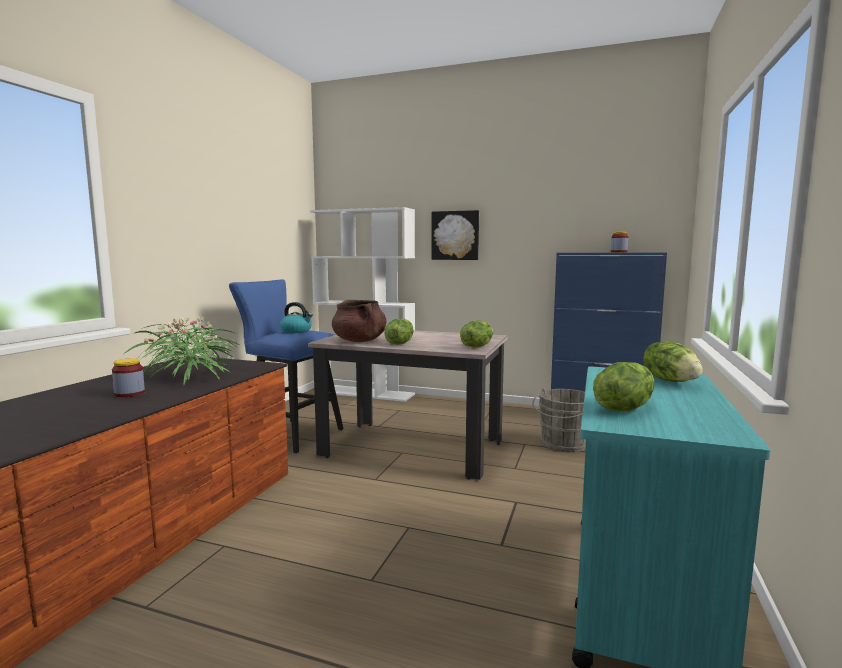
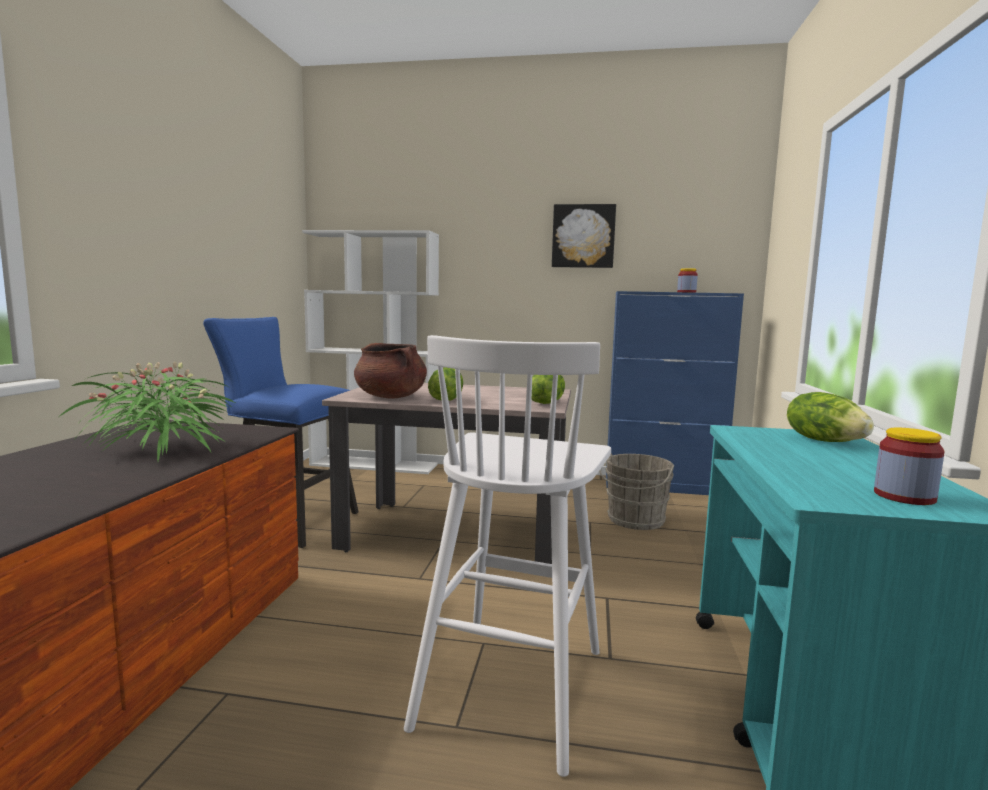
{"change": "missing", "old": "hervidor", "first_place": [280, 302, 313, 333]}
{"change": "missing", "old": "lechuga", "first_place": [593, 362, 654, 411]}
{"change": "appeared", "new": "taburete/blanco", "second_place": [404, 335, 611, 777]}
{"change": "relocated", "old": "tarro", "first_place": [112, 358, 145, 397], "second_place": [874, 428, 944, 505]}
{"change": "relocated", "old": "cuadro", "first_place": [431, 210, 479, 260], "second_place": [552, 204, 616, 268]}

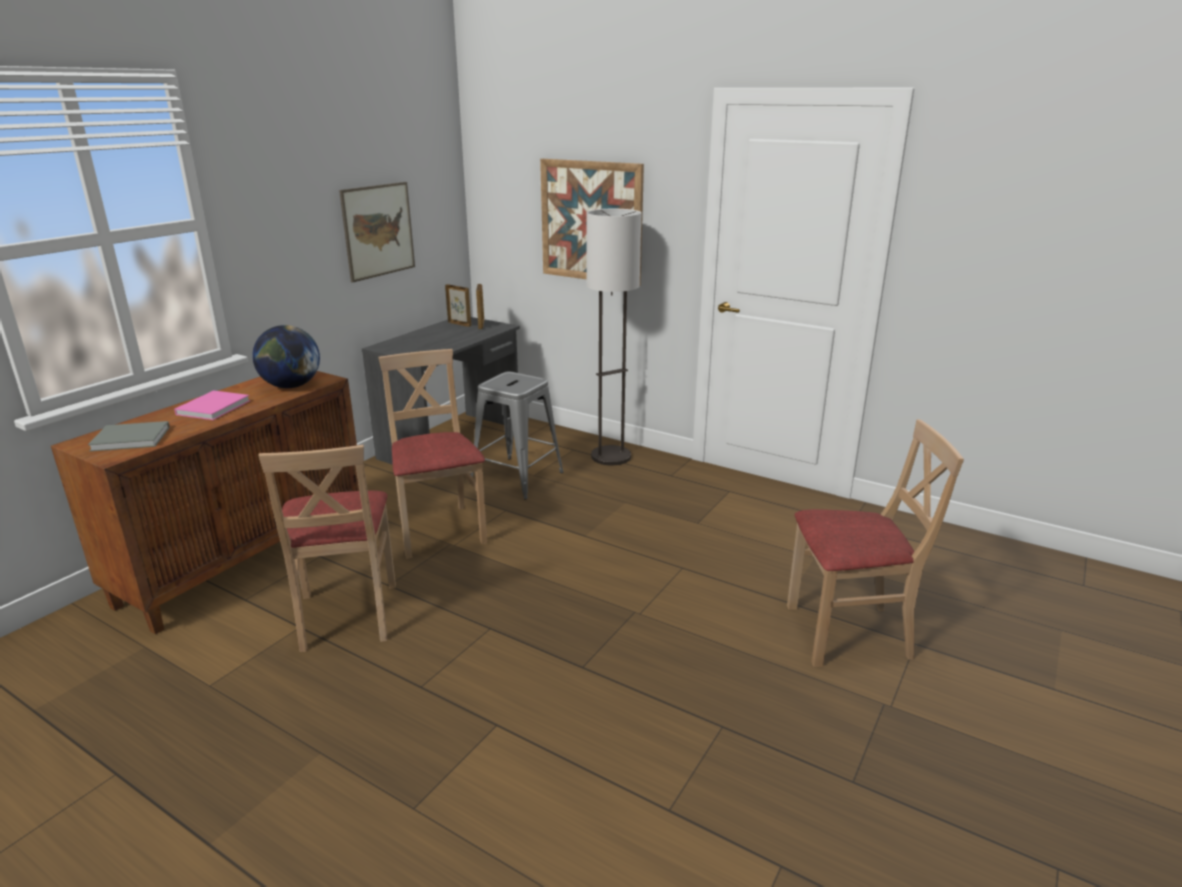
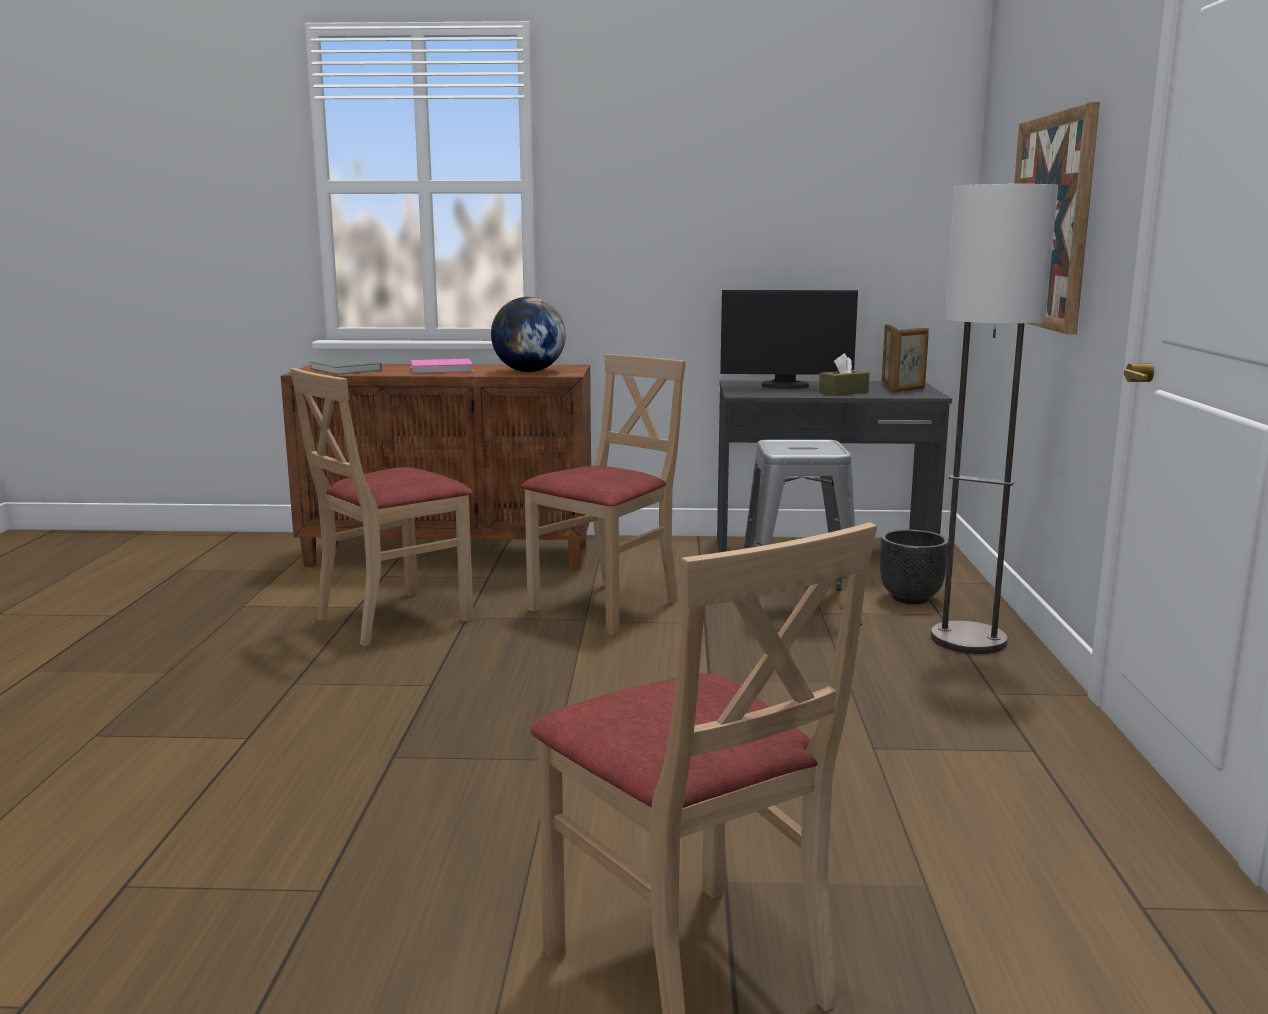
{"change": "missing", "old": "cuadro", "first_place": [339, 182, 415, 283]}
{"change": "appeared", "new": "monitor", "second_place": [720, 290, 858, 389]}
{"change": "appeared", "new": "caja de pañuelos/marrón", "second_place": [819, 353, 869, 396]}
{"change": "appeared", "new": "maceta/negro", "second_place": [880, 529, 948, 604]}

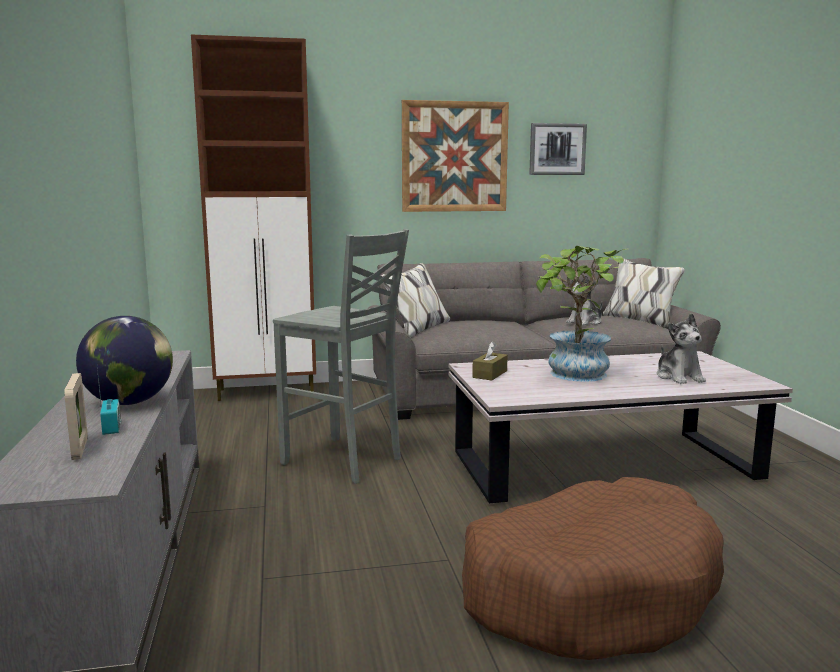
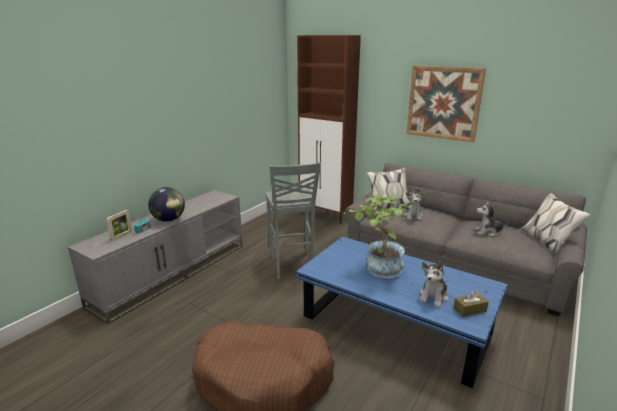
{"change": "missing", "old": "cuadro", "first_place": [529, 123, 587, 175]}
{"change": "appeared", "new": "peluche", "second_place": [403, 188, 423, 220]}
{"change": "relocated", "old": "caja de pañuelos/marrón", "first_place": [472, 341, 508, 380], "second_place": [453, 290, 489, 317]}
{"change": "colour", "old": "mesa de centro/blanco", "new": "mesa de centro/azul", "first_place": [448, 351, 793, 503], "second_place": [296, 237, 508, 389]}

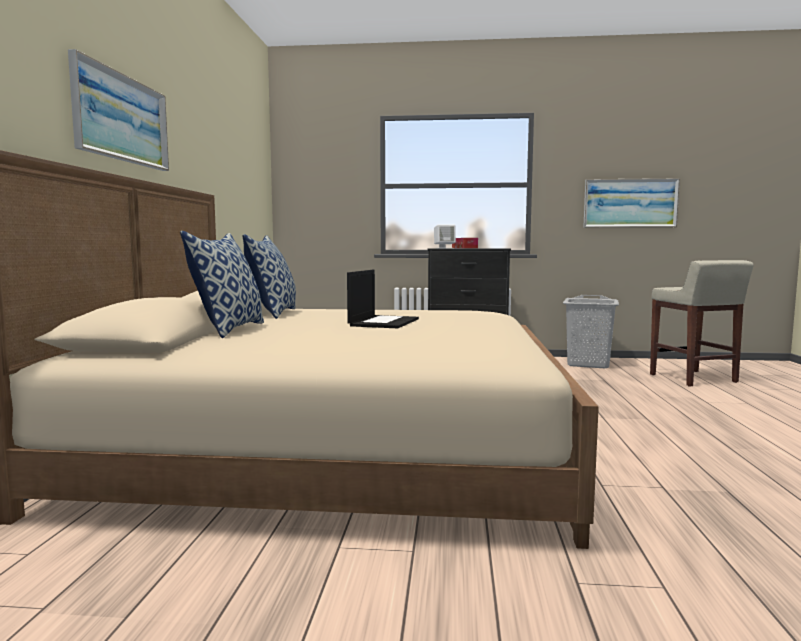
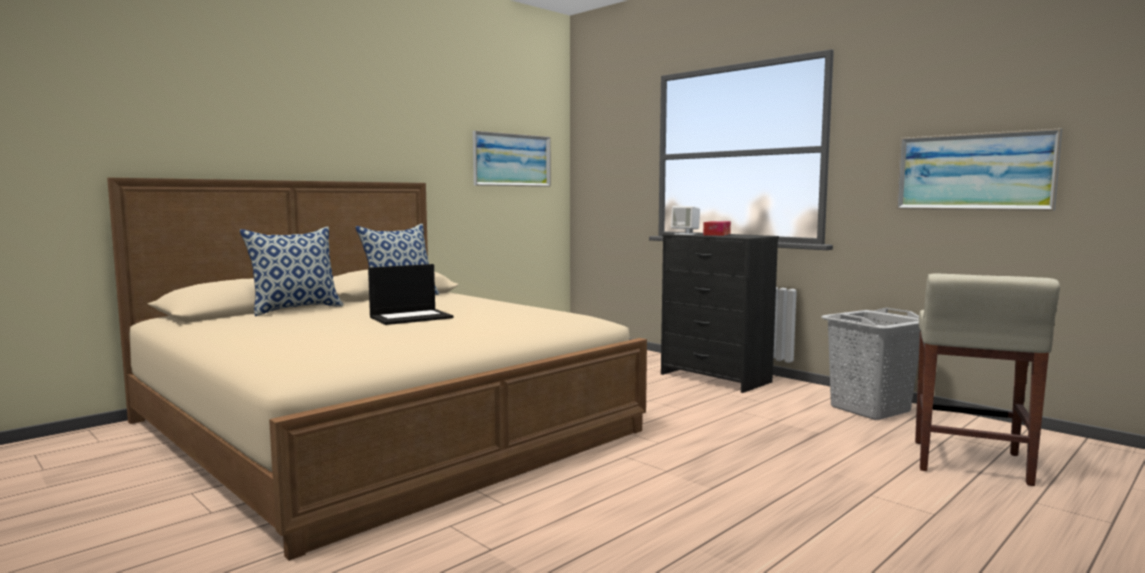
{"change": "relocated", "old": "cuadro", "first_place": [68, 49, 169, 171], "second_place": [473, 131, 551, 187]}

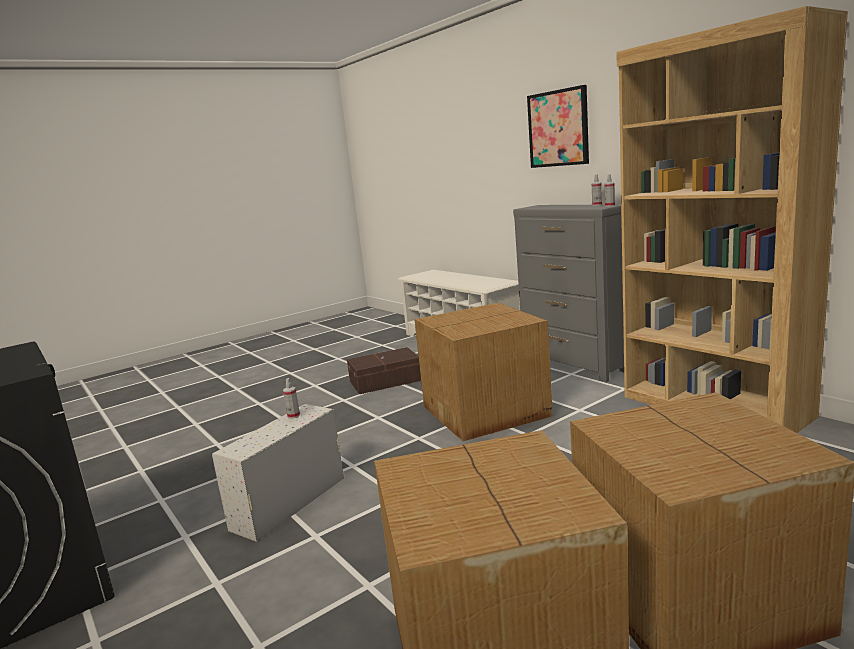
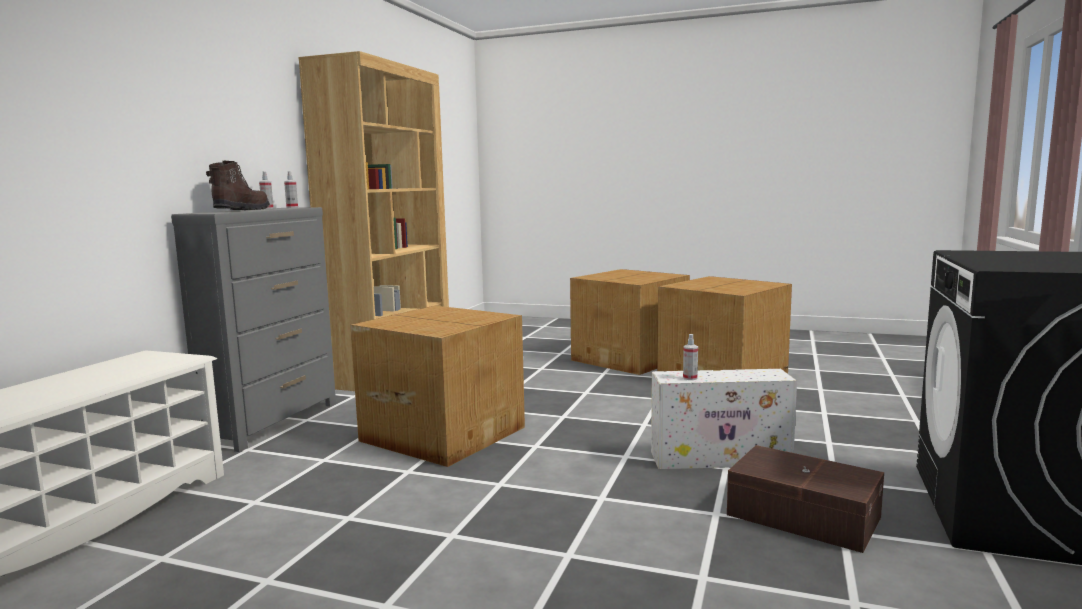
{"change": "missing", "old": "cuadro", "first_place": [527, 85, 589, 168]}
{"change": "appeared", "new": "bota/marrón", "second_place": [206, 160, 270, 210]}
{"change": "relocated", "old": "caja de almacenaje/marrón", "first_place": [347, 347, 421, 394], "second_place": [727, 445, 884, 553]}

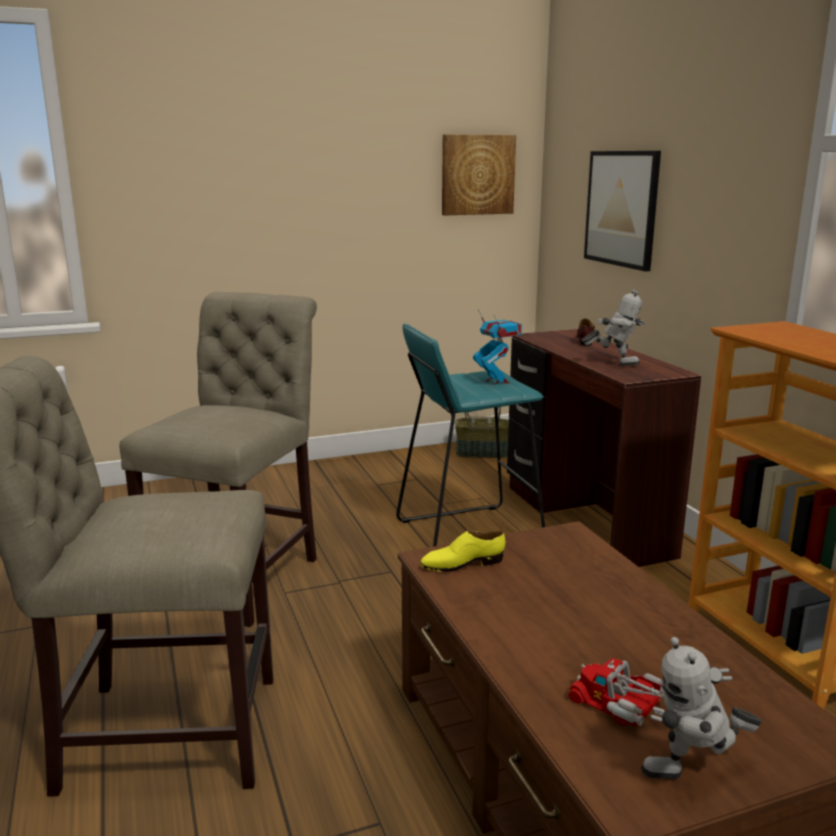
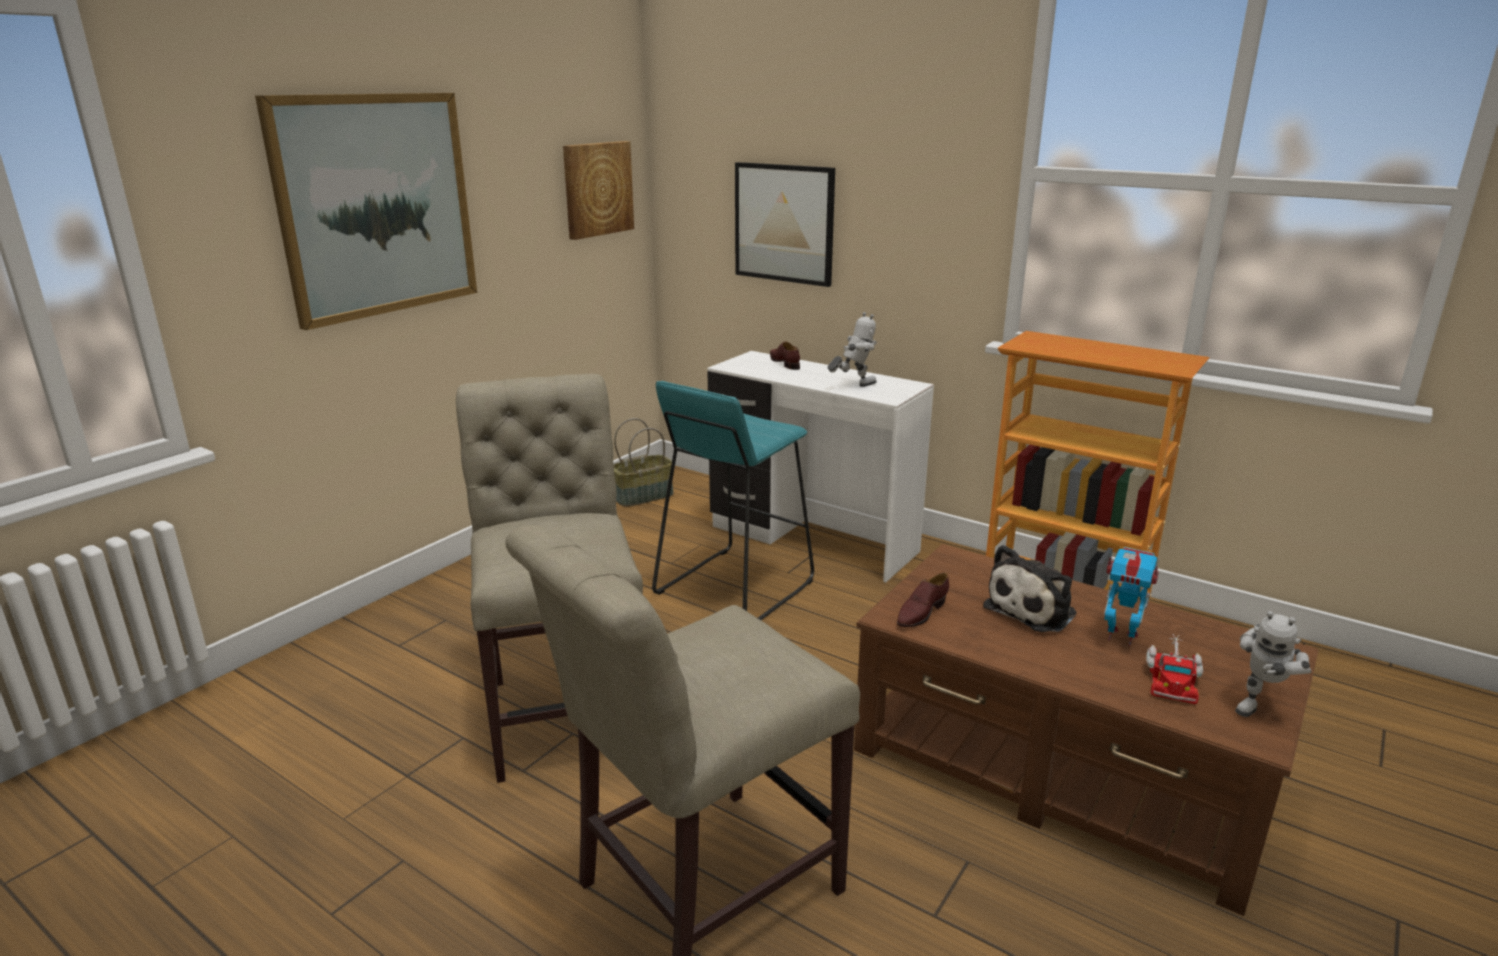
{"change": "appeared", "new": "cuadro", "second_place": [255, 93, 477, 330]}
{"change": "appeared", "new": "peluche", "second_place": [983, 545, 1076, 632]}
{"change": "relocated", "old": "robot de juguete", "first_place": [473, 309, 522, 385], "second_place": [1104, 547, 1159, 646]}
{"change": "colour", "old": "zapato/amarillo", "new": "zapato/marrón", "first_place": [420, 531, 505, 572], "second_place": [897, 572, 949, 627]}
{"change": "colour", "old": "escritorio/marrón", "new": "escritorio/blanco", "first_place": [507, 329, 701, 567], "second_place": [707, 351, 934, 583]}
{"change": "spun", "old": "camión de juguete", "first_place": [568, 658, 667, 726], "second_place": [1146, 634, 1203, 704], "degrees": -75}

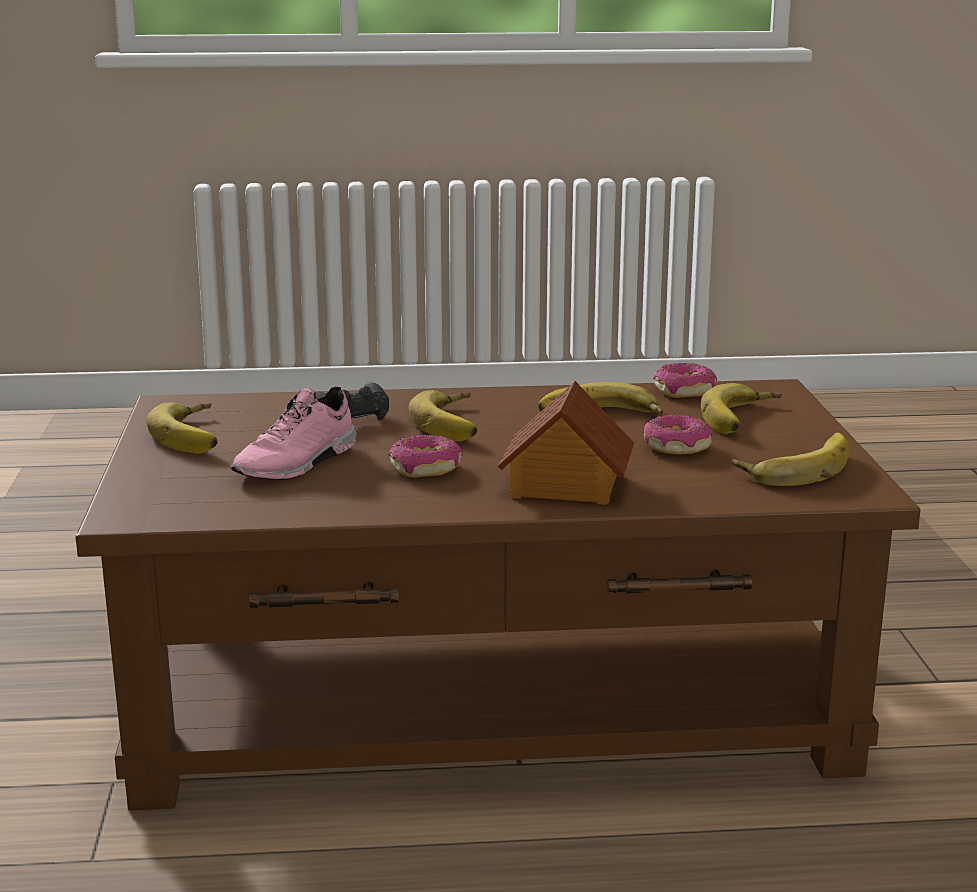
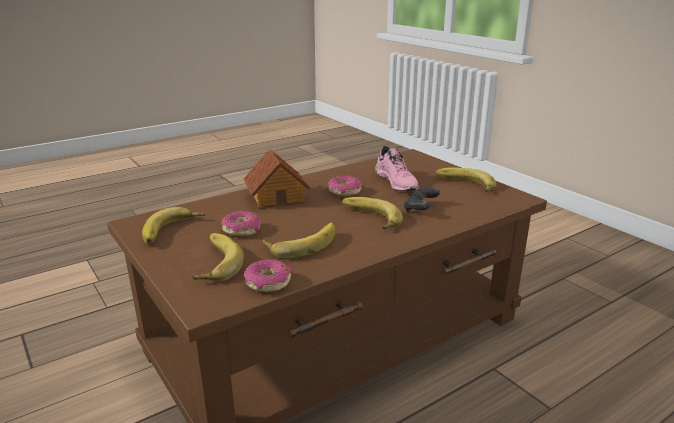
{"change": "spun", "old": "zapato/rosa", "first_place": [231, 386, 357, 480], "second_place": [375, 146, 419, 191], "degrees": 150}

